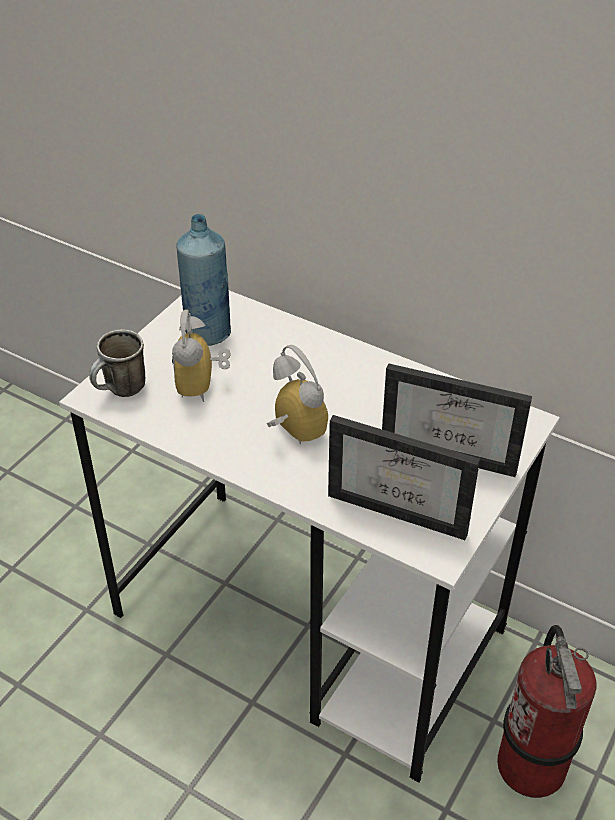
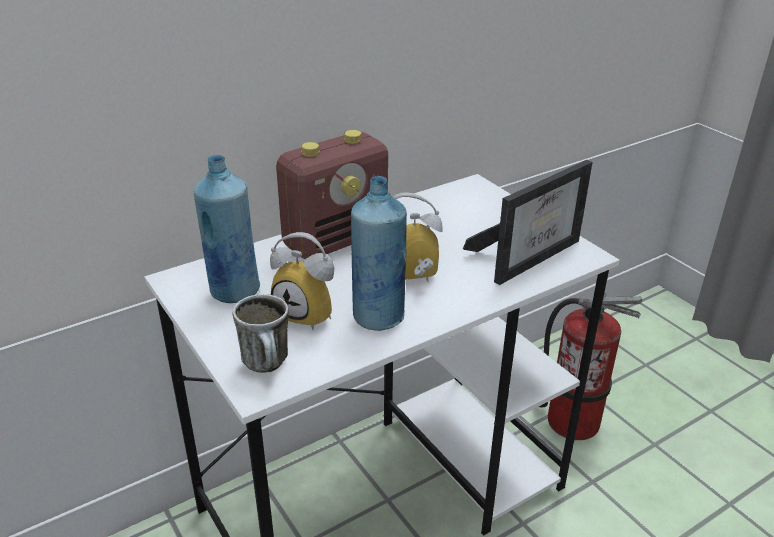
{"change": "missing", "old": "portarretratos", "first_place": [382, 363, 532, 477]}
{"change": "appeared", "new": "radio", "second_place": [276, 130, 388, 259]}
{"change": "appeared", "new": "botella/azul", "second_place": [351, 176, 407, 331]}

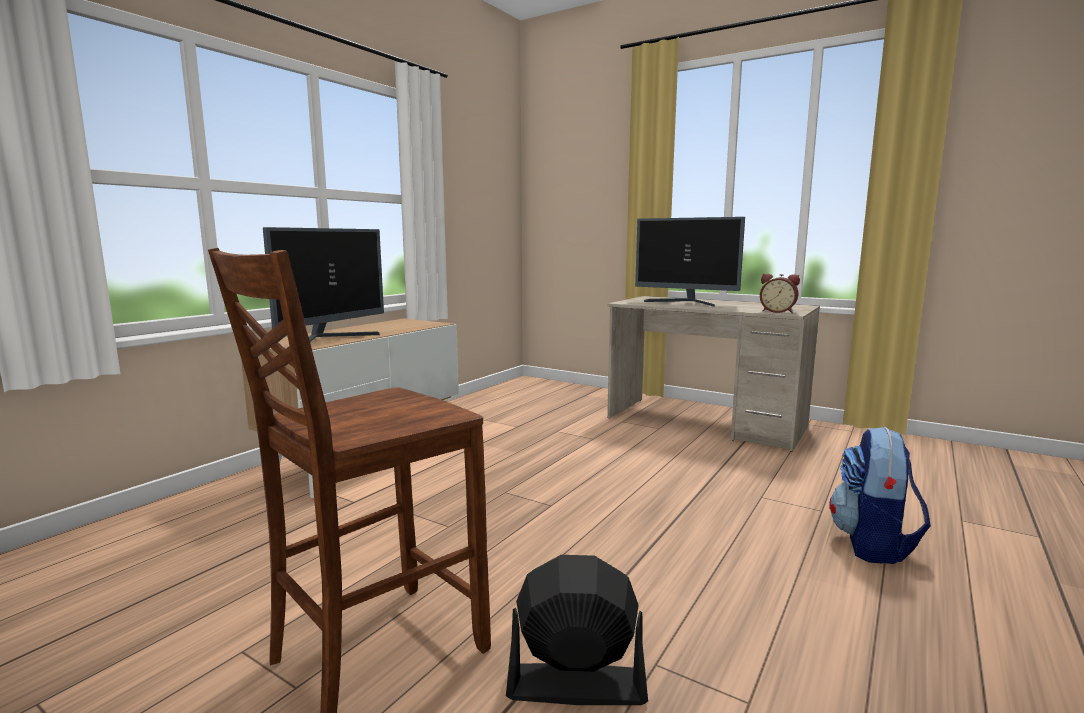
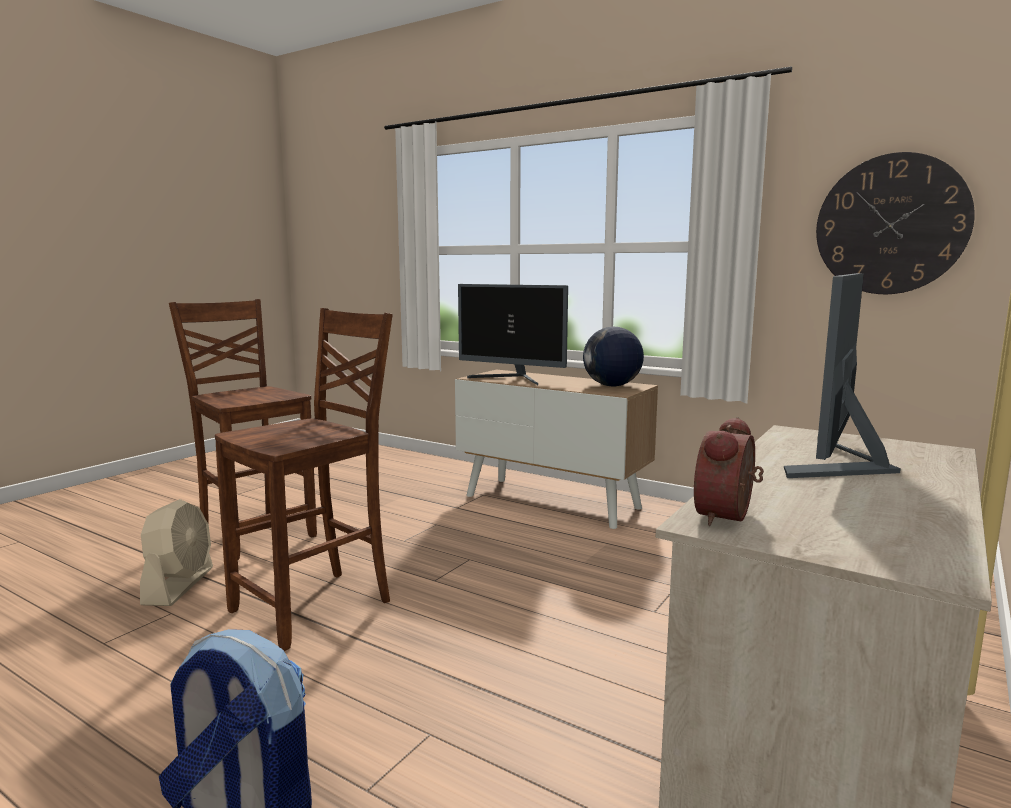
{"change": "appeared", "new": "silla/marrón", "second_place": [215, 308, 393, 651]}
{"change": "appeared", "new": "globo terráqueo", "second_place": [583, 327, 644, 387]}
{"change": "appeared", "new": "reloj de pared", "second_place": [816, 152, 975, 294]}
{"change": "colour", "old": "ventilador/negro", "new": "ventilador/beis", "first_place": [506, 555, 648, 705], "second_place": [140, 499, 213, 606]}

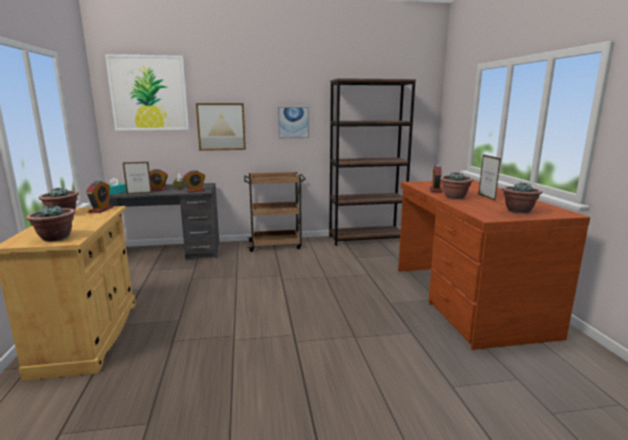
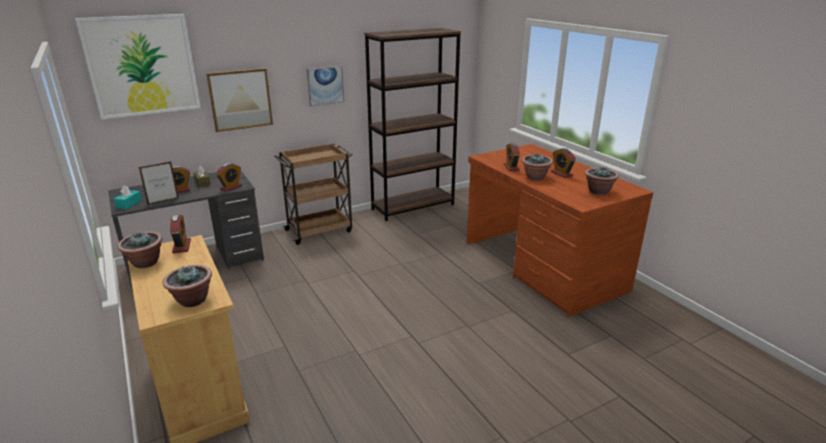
{"change": "exchanged", "old": "portarretratos", "new": "despertador", "first_place": [479, 155, 501, 201], "second_place": [551, 148, 576, 178]}

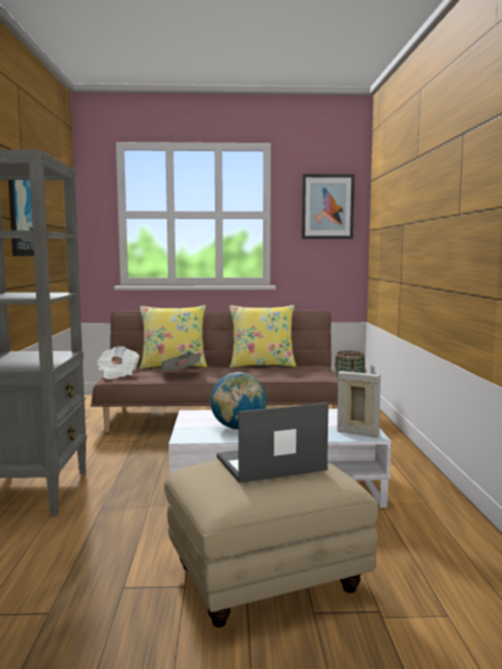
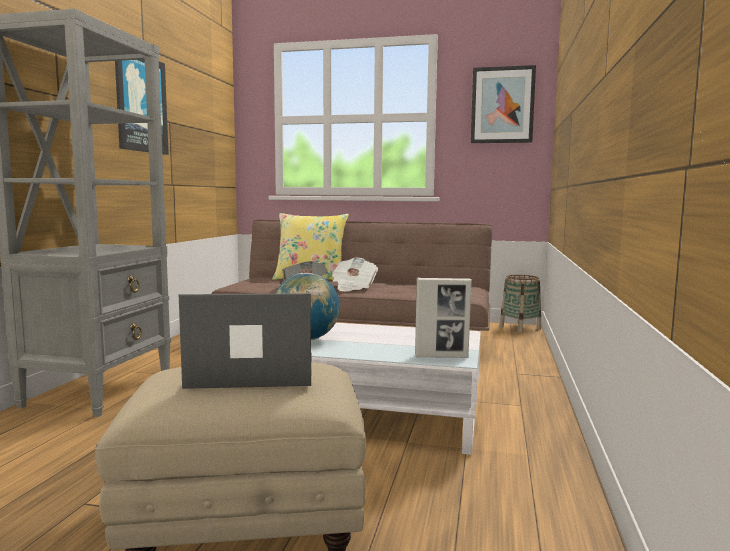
{"change": "missing", "old": "cojín/amarillo", "first_place": [229, 305, 296, 368]}
{"change": "relocated", "old": "periódico", "first_place": [97, 346, 139, 379], "second_place": [332, 258, 378, 291]}
{"change": "spun", "old": "portarretratos", "first_place": [337, 371, 381, 438], "second_place": [415, 278, 472, 358], "degrees": 135}

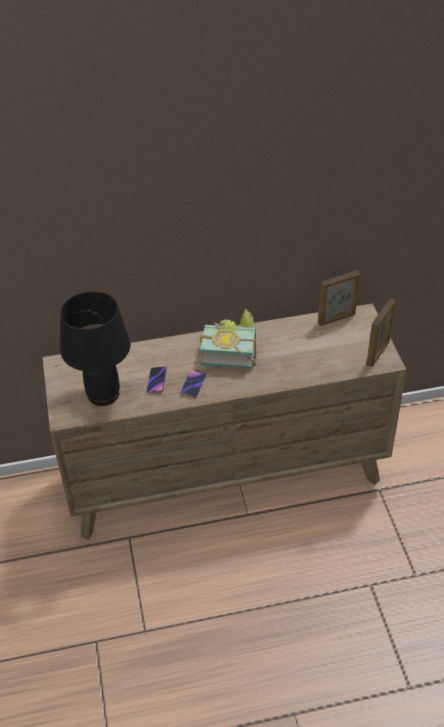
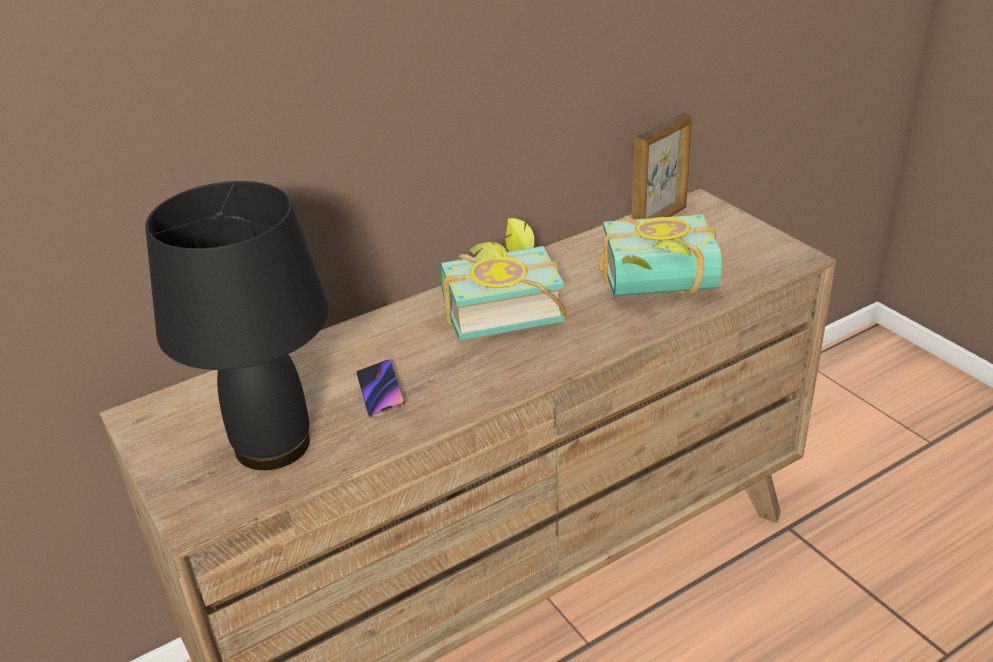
{"change": "missing", "old": "móvil", "first_place": [180, 369, 206, 398]}
{"change": "missing", "old": "portarretratos", "first_place": [366, 299, 395, 367]}
{"change": "appeared", "new": "libro", "second_place": [599, 214, 722, 297]}

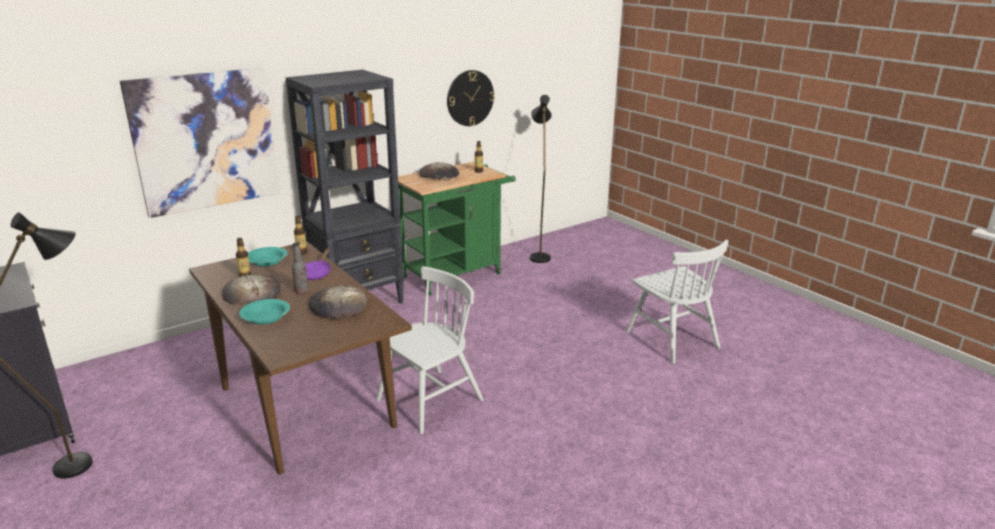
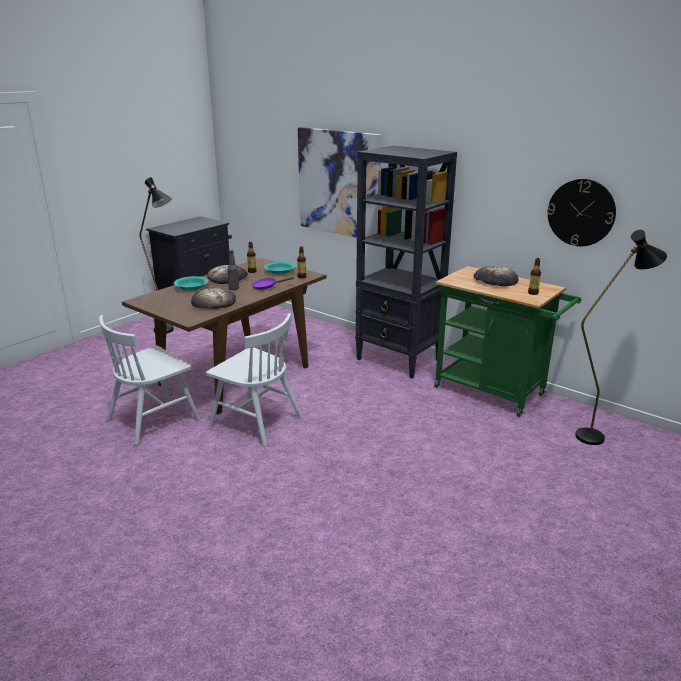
{"change": "relocated", "old": "silla/blanco", "first_place": [626, 240, 729, 364], "second_place": [99, 315, 200, 446]}

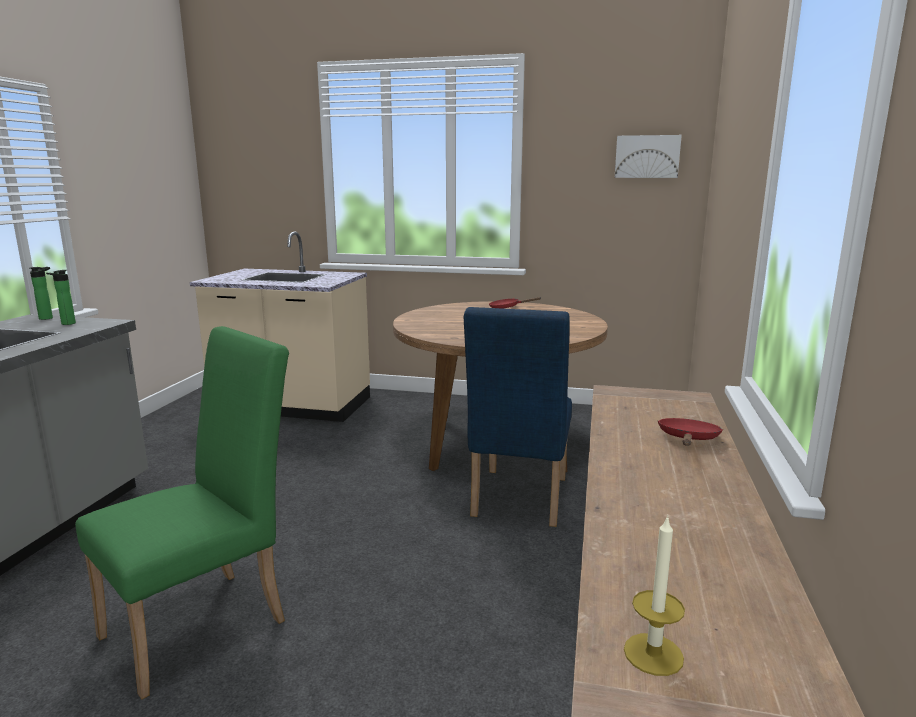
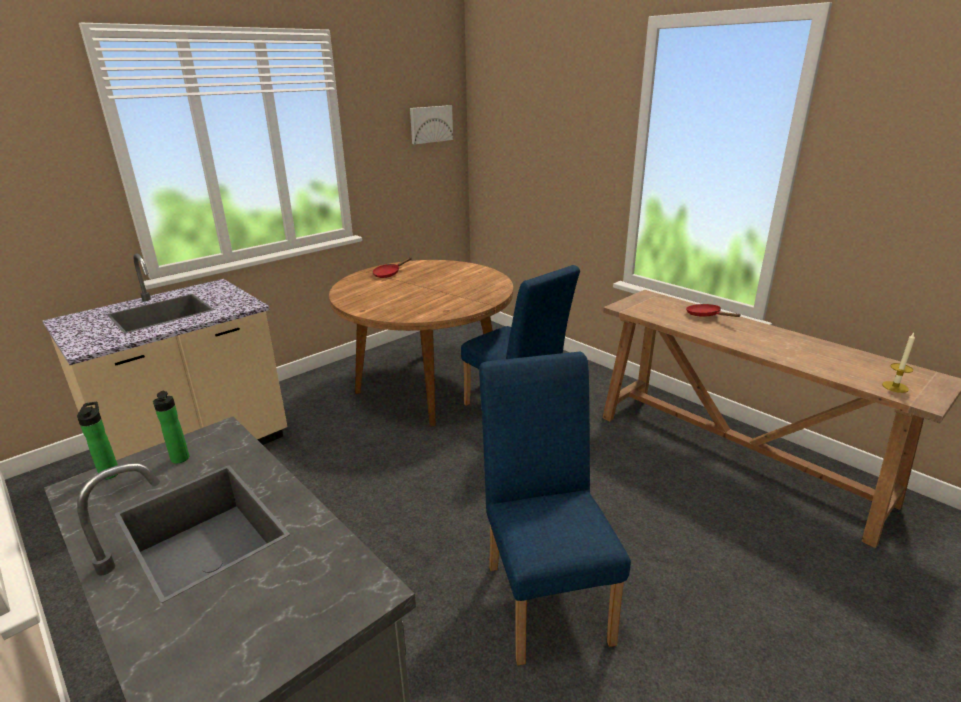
{"change": "colour", "old": "silla/verde", "new": "silla/azul", "first_place": [75, 326, 289, 699], "second_place": [479, 351, 631, 666]}

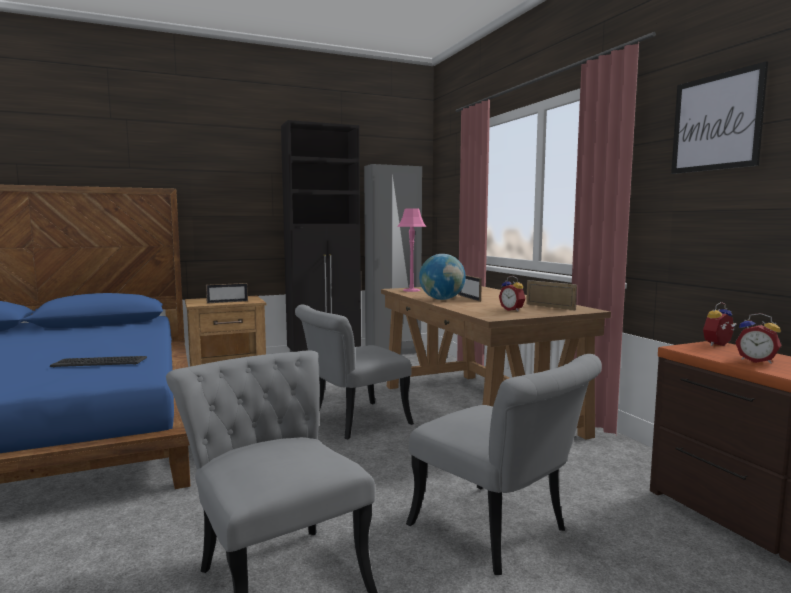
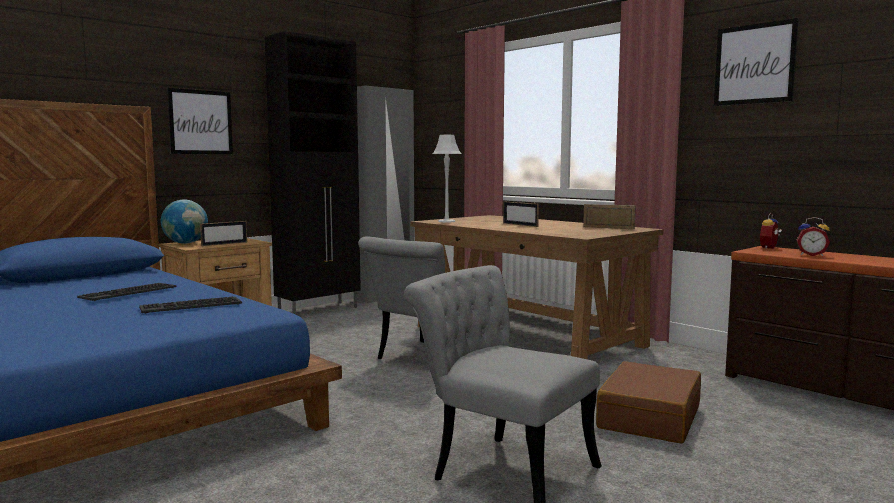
{"change": "missing", "old": "despertador", "first_place": [499, 276, 526, 311]}
{"change": "appeared", "new": "teclado", "second_place": [77, 283, 177, 301]}
{"change": "appeared", "new": "cuadro", "second_place": [167, 88, 233, 154]}
{"change": "relocated", "old": "globo terráqueo", "first_place": [419, 254, 466, 300], "second_place": [161, 200, 208, 244]}
{"change": "exchanged", "old": "silla/gris", "new": "maleta/marrón", "first_place": [406, 354, 602, 575], "second_place": [596, 361, 701, 444]}
{"change": "colour", "old": "lámpara de mesa/rosa", "new": "lámpara de mesa/gris", "first_place": [397, 208, 427, 292], "second_place": [433, 135, 461, 222]}

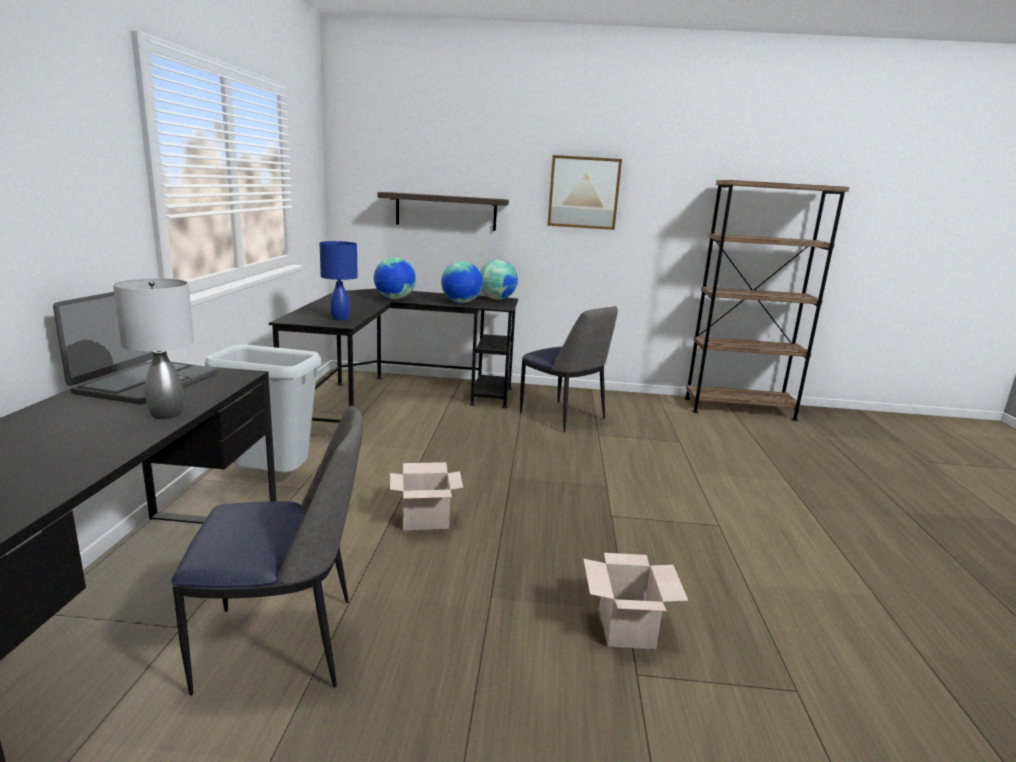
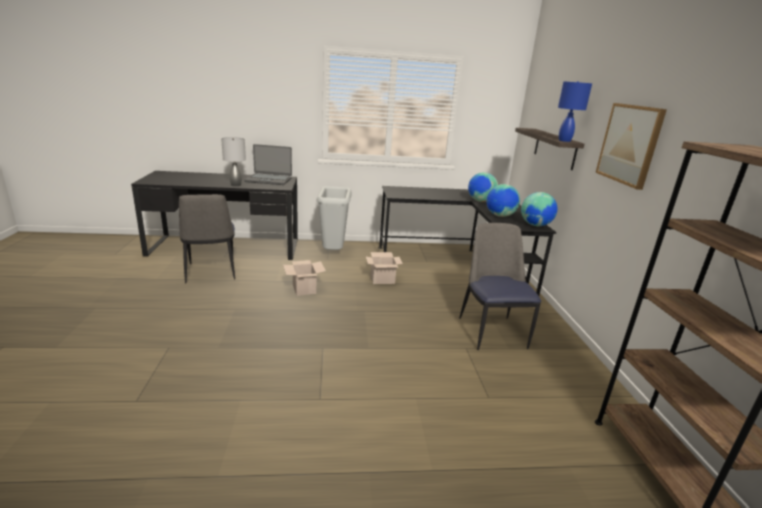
{"change": "relocated", "old": "lámpara de mesa/azul", "first_place": [319, 241, 358, 320], "second_place": [558, 81, 592, 142]}
{"change": "relocated", "old": "caja de cartón", "first_place": [583, 553, 688, 649], "second_place": [366, 252, 403, 284]}
{"change": "spun", "old": "silla", "first_place": [520, 306, 618, 432], "second_place": [459, 223, 541, 350], "degrees": 135}

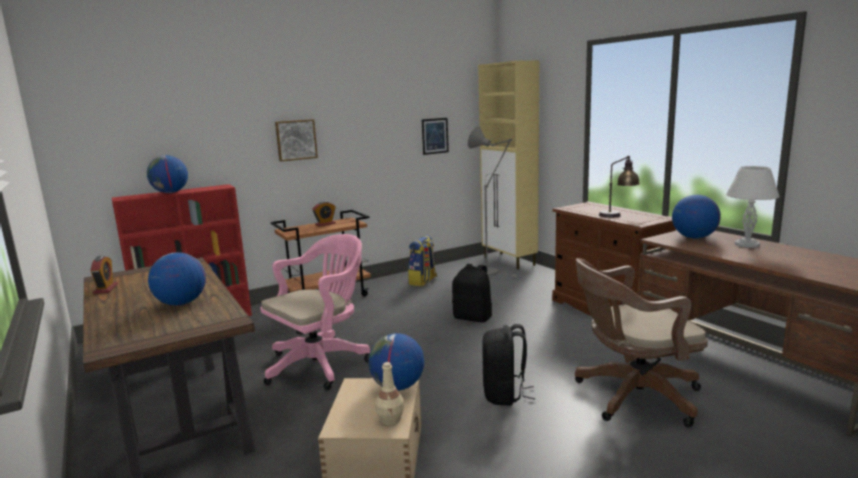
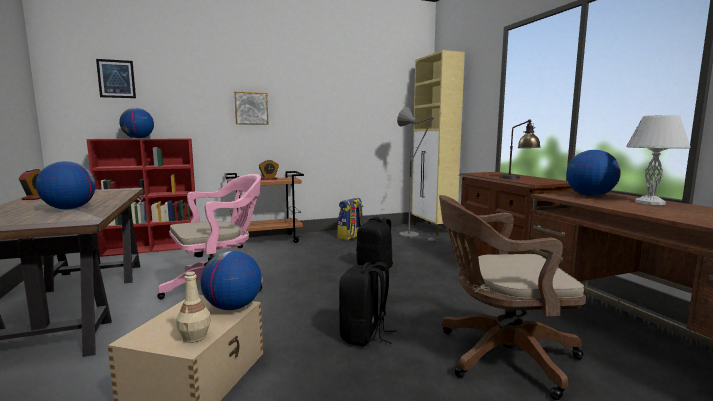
{"change": "relocated", "old": "cuadro", "first_place": [422, 118, 449, 155], "second_place": [96, 59, 136, 98]}

